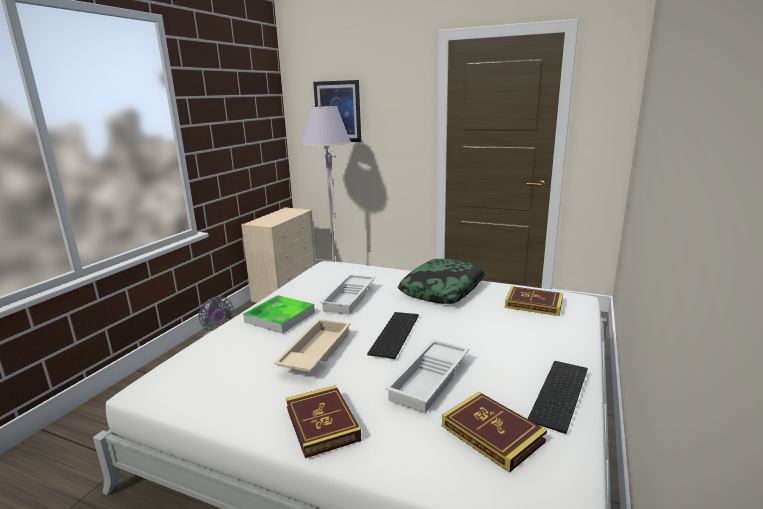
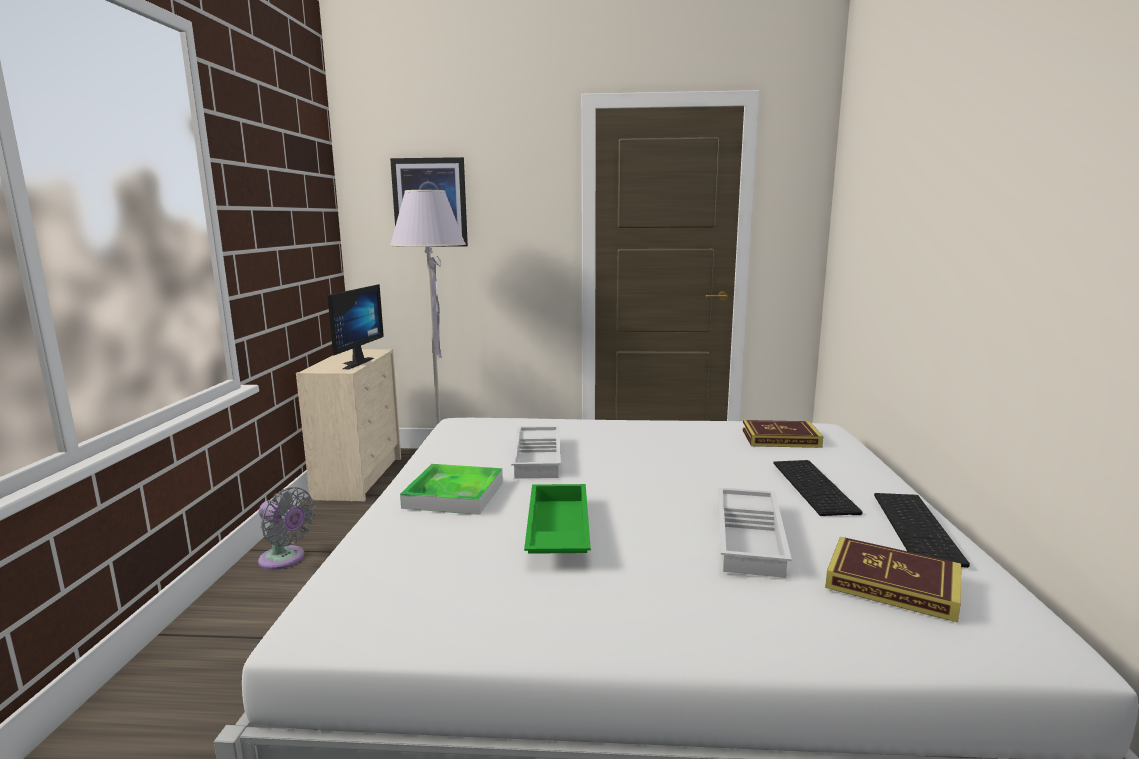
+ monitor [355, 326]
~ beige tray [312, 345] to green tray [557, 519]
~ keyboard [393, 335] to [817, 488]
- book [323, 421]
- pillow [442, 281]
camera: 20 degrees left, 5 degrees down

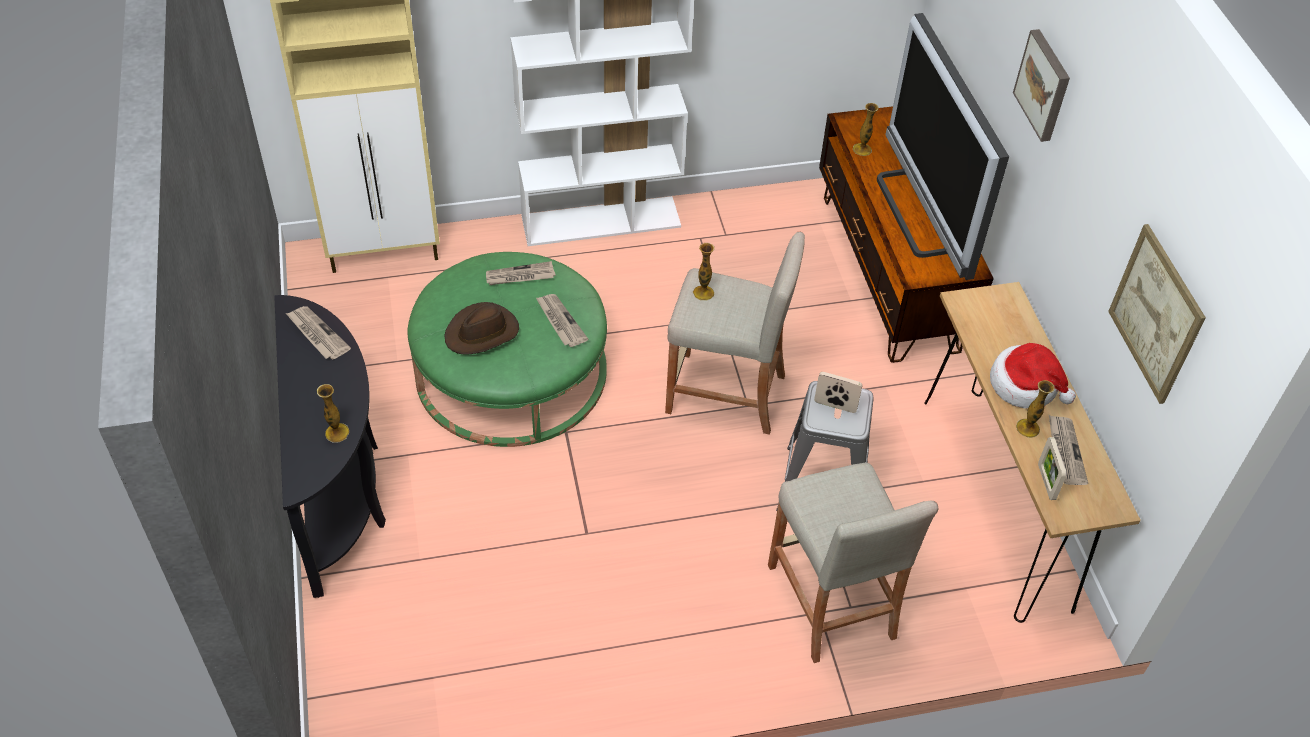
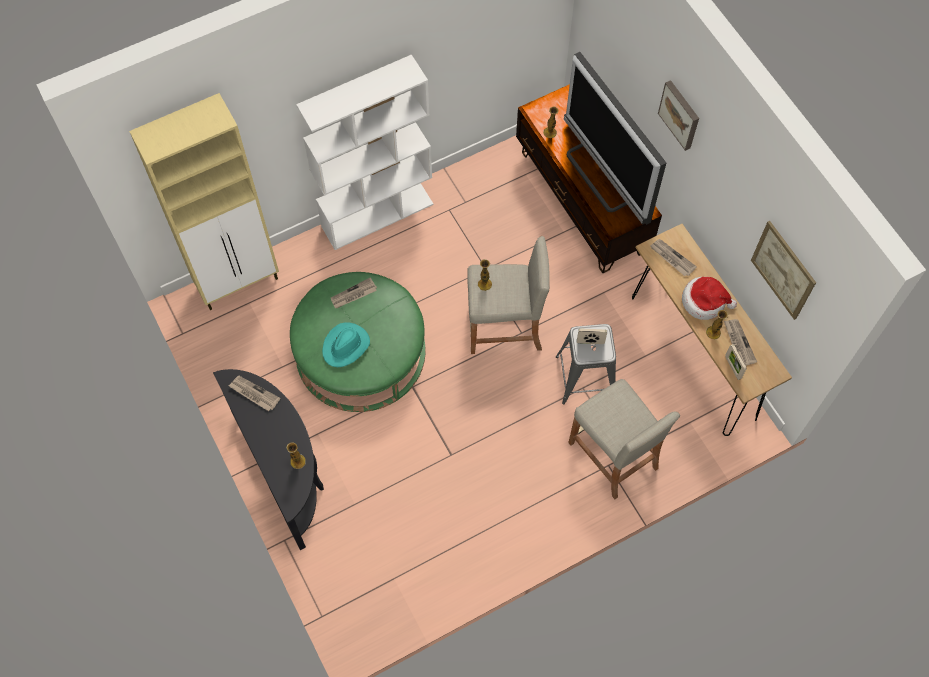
~ brown hat [481, 328] to turquoise hat [346, 344]
~ newspaper [562, 320] to [673, 257]
camera: 15 degrees left, 15 degrees up

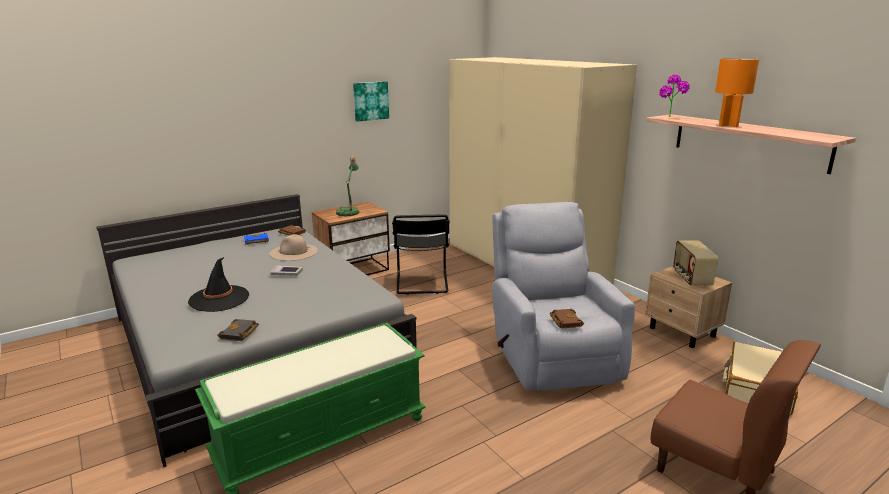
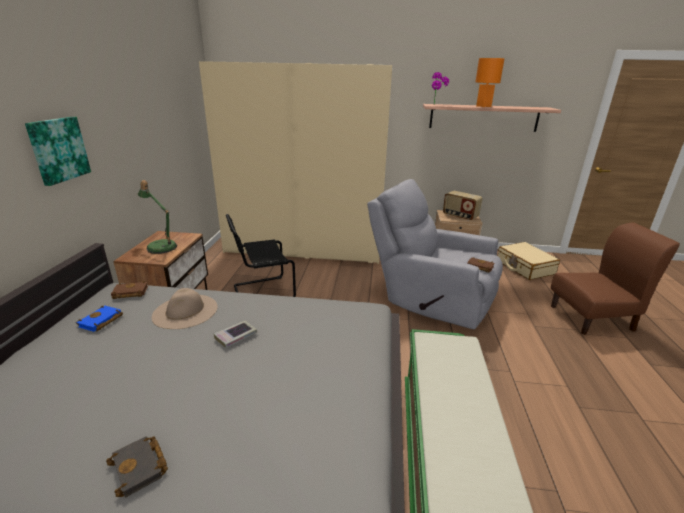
~ picture [371, 101] to [58, 151]
~ black book [238, 330] to [137, 467]
~ black chair [421, 254] = [261, 255] 120 degrees clockwise
- black hat [218, 284]
camera: 50 degrees left, 5 degrees up

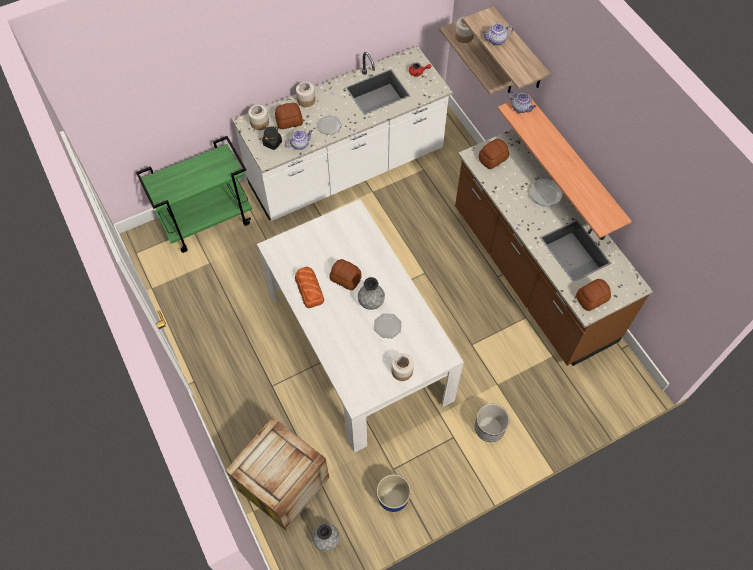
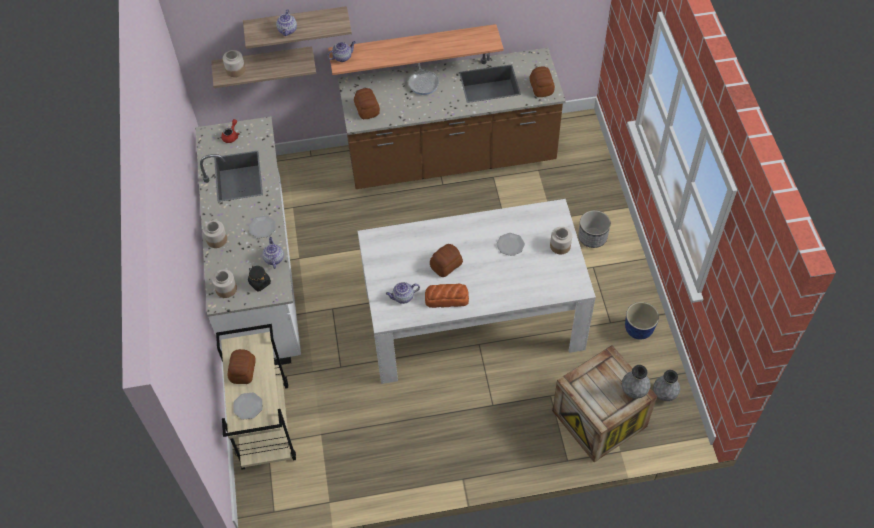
~ green cart [194, 194] to beige cart [256, 396]
~ bread [289, 116] to [241, 366]
+ plate [247, 406]
+ teapot [403, 293]
~ grey vase [371, 293] to [636, 382]
camera: 70 degrees left, 5 degrees down

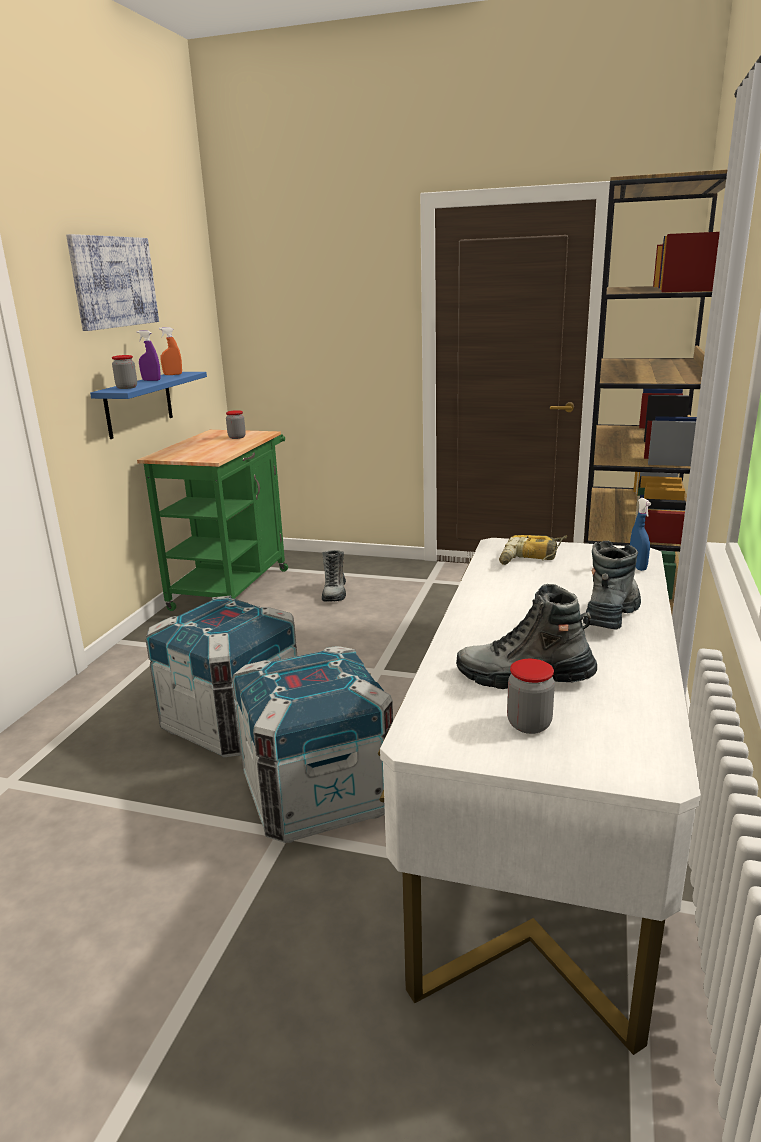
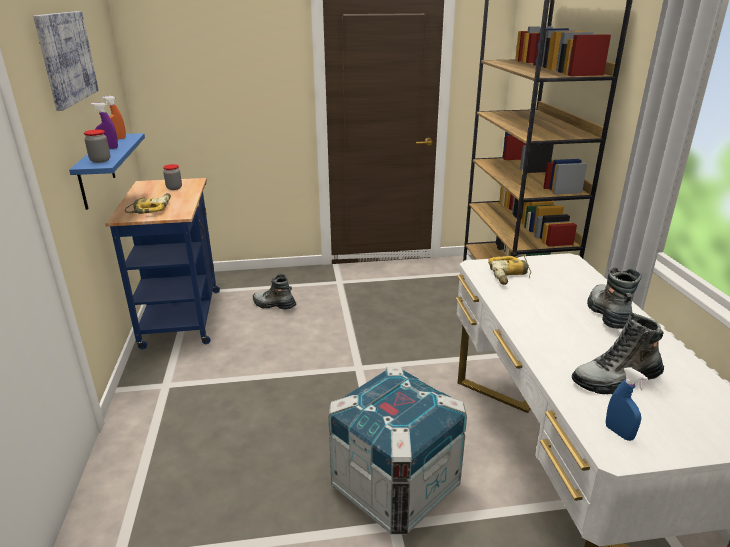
~ green cart [212, 520] to blue cart [162, 264]
+ power drill [148, 203]
~ boot [334, 576] = [274, 292] 135 degrees clockwise
~ blue spray bottle [640, 534] to [627, 404]
- crate [221, 677]
- jar [531, 696]
camera: 25 degrees left, 5 degrees up

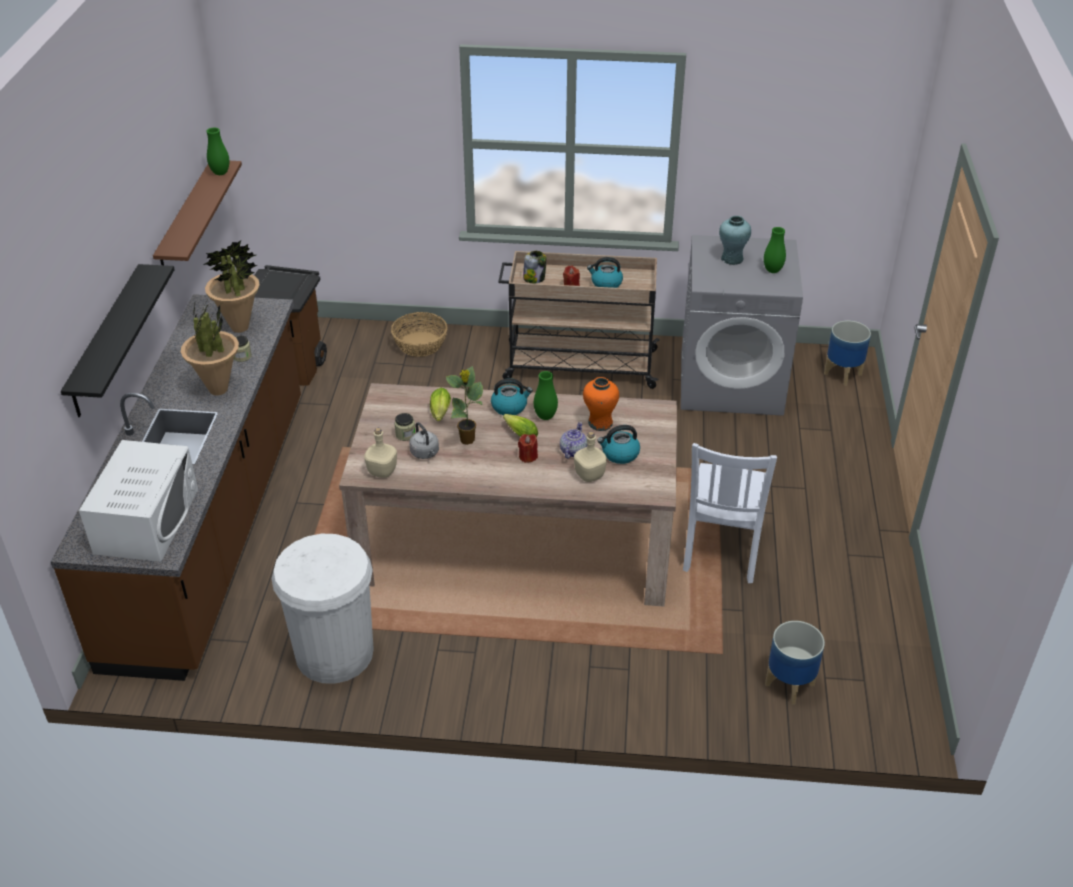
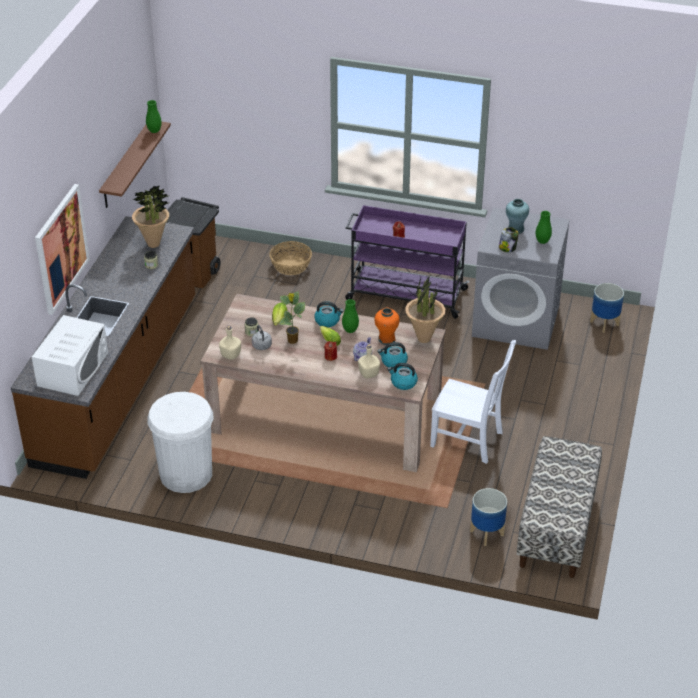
~ black shelf [118, 340] to picture [62, 249]
~ beige cart [579, 320] to purple cart [407, 262]
~ kettle [605, 272] to [402, 376]
~ potted plant [210, 348] to [425, 309]
~ white chair [730, 513] = [473, 402] 90 degrees counterclockwise
~ jar [535, 267] to [509, 239]
+ bench [559, 507]
camera: 10 degrees right, 0 degrees up

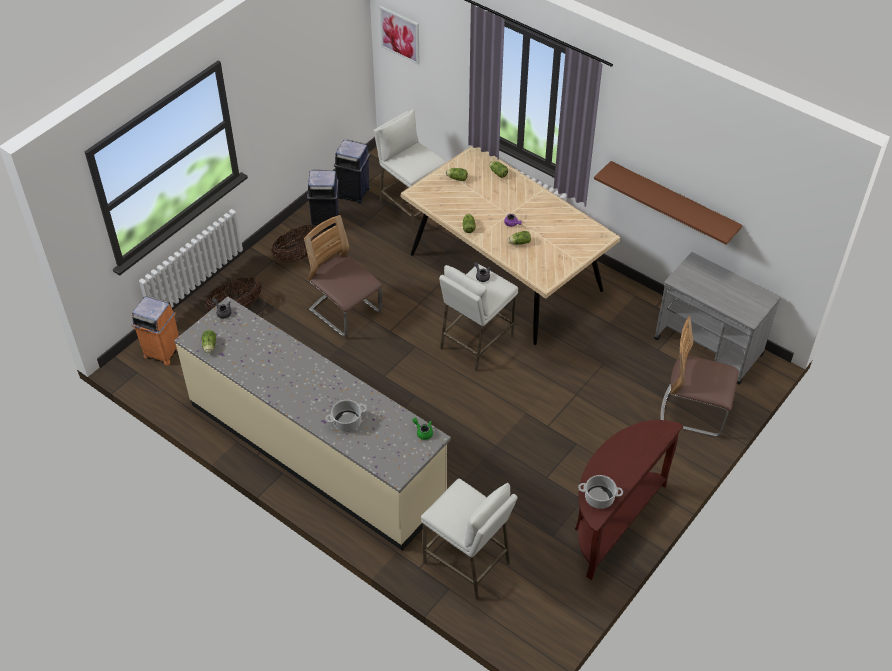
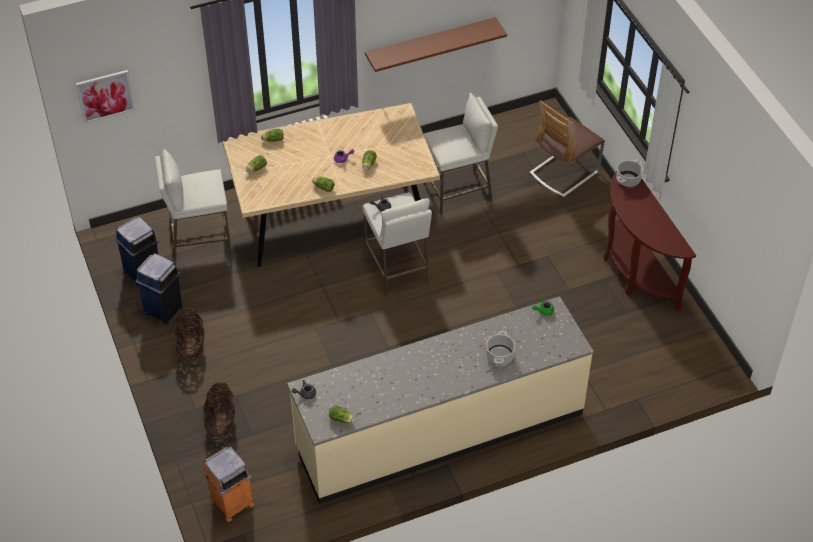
~ white stool [469, 539] to [461, 154]
~ cooking pot [600, 492] to [629, 173]
- chair [343, 276]
- grey cart [717, 318]
camera: 60 degrees left, 0 degrees up

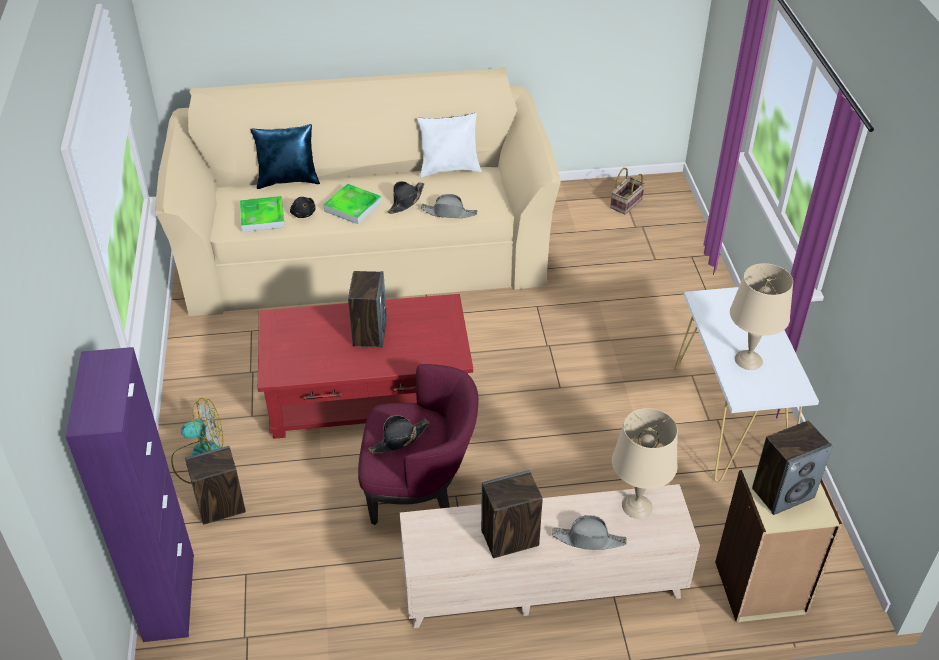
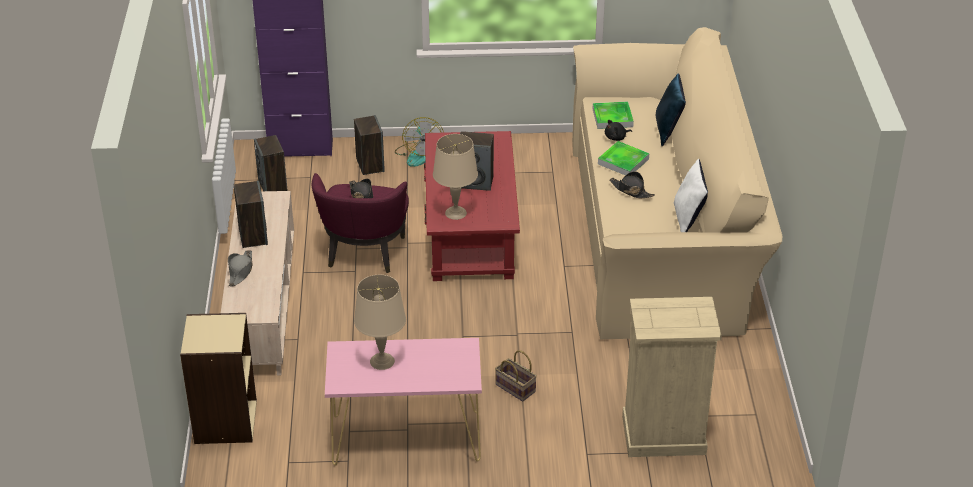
~ speaker [792, 468] to [271, 163]
~ white console table [746, 385] to pink console table [403, 402]
~ beige table lamp [645, 463] to [455, 177]
~ basket [627, 191] to [516, 376]
+ beige dresser [672, 377]
- grey hat [449, 206]
camera: 95 degrees right, 5 degrees down

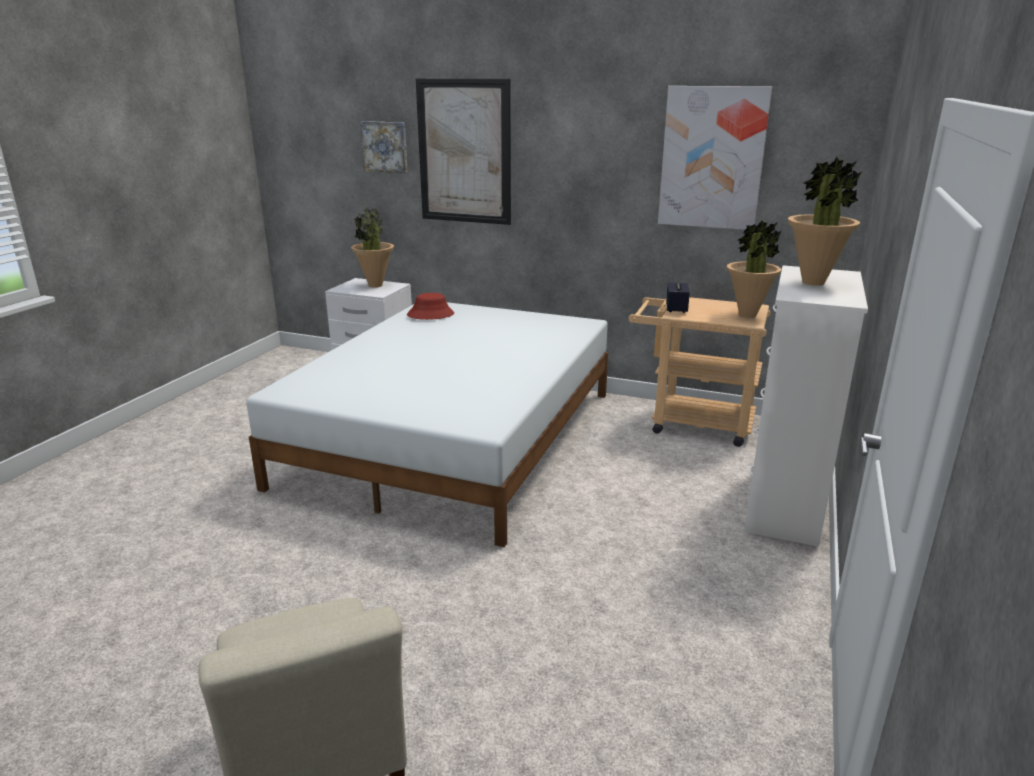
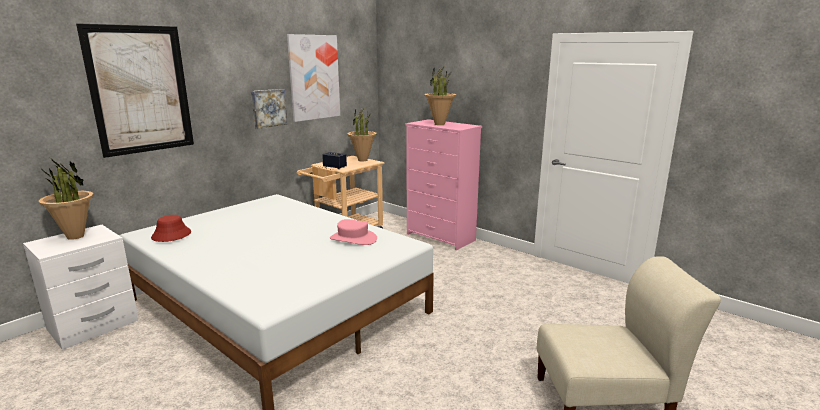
~ picture [384, 147] to [269, 109]
+ pink hat [353, 232]
~ white dresser [806, 406] to pink dresser [443, 184]
camera: 70 degrees left, 5 degrees down

